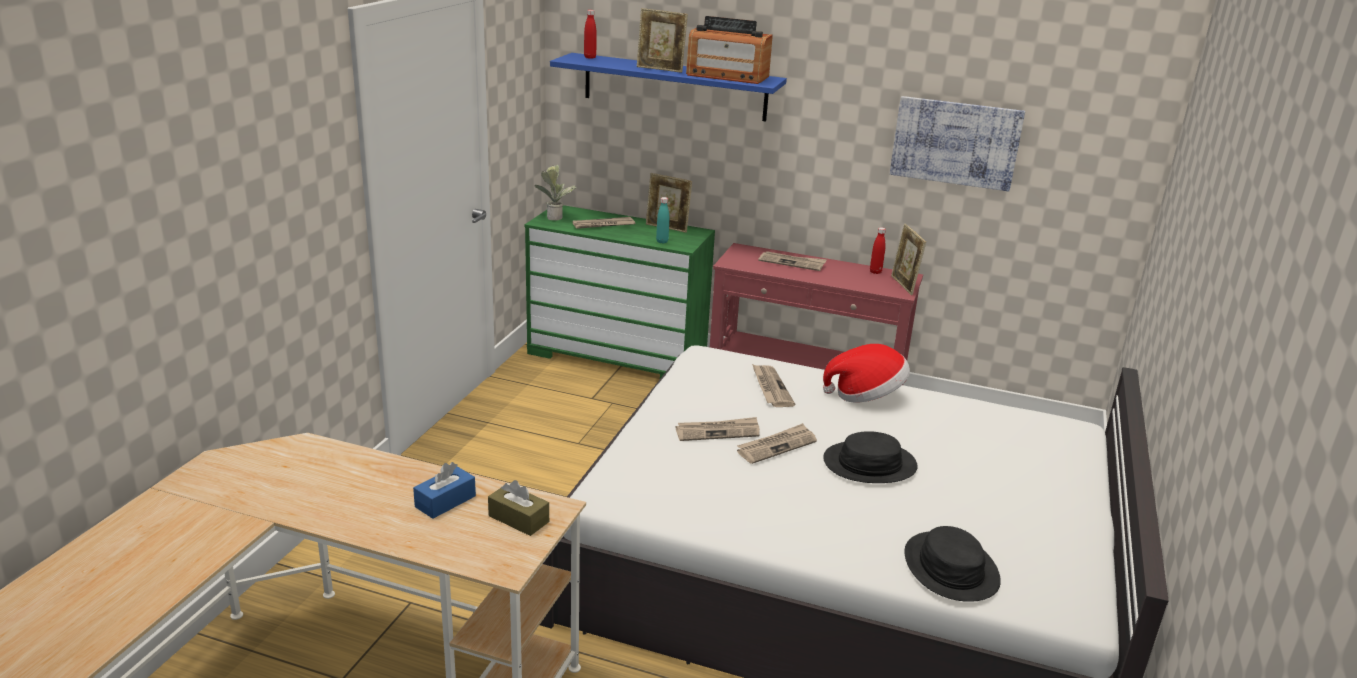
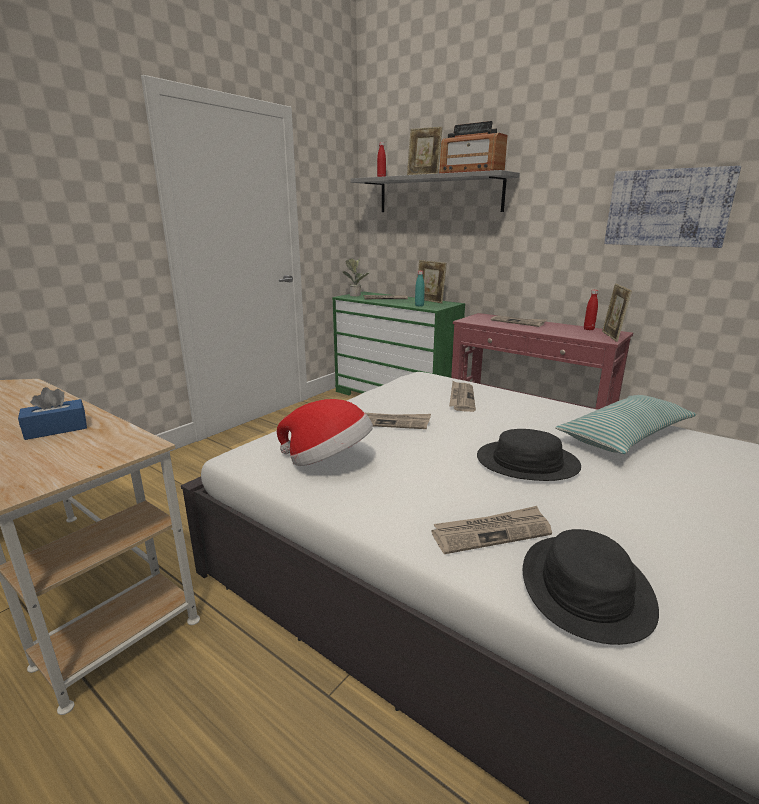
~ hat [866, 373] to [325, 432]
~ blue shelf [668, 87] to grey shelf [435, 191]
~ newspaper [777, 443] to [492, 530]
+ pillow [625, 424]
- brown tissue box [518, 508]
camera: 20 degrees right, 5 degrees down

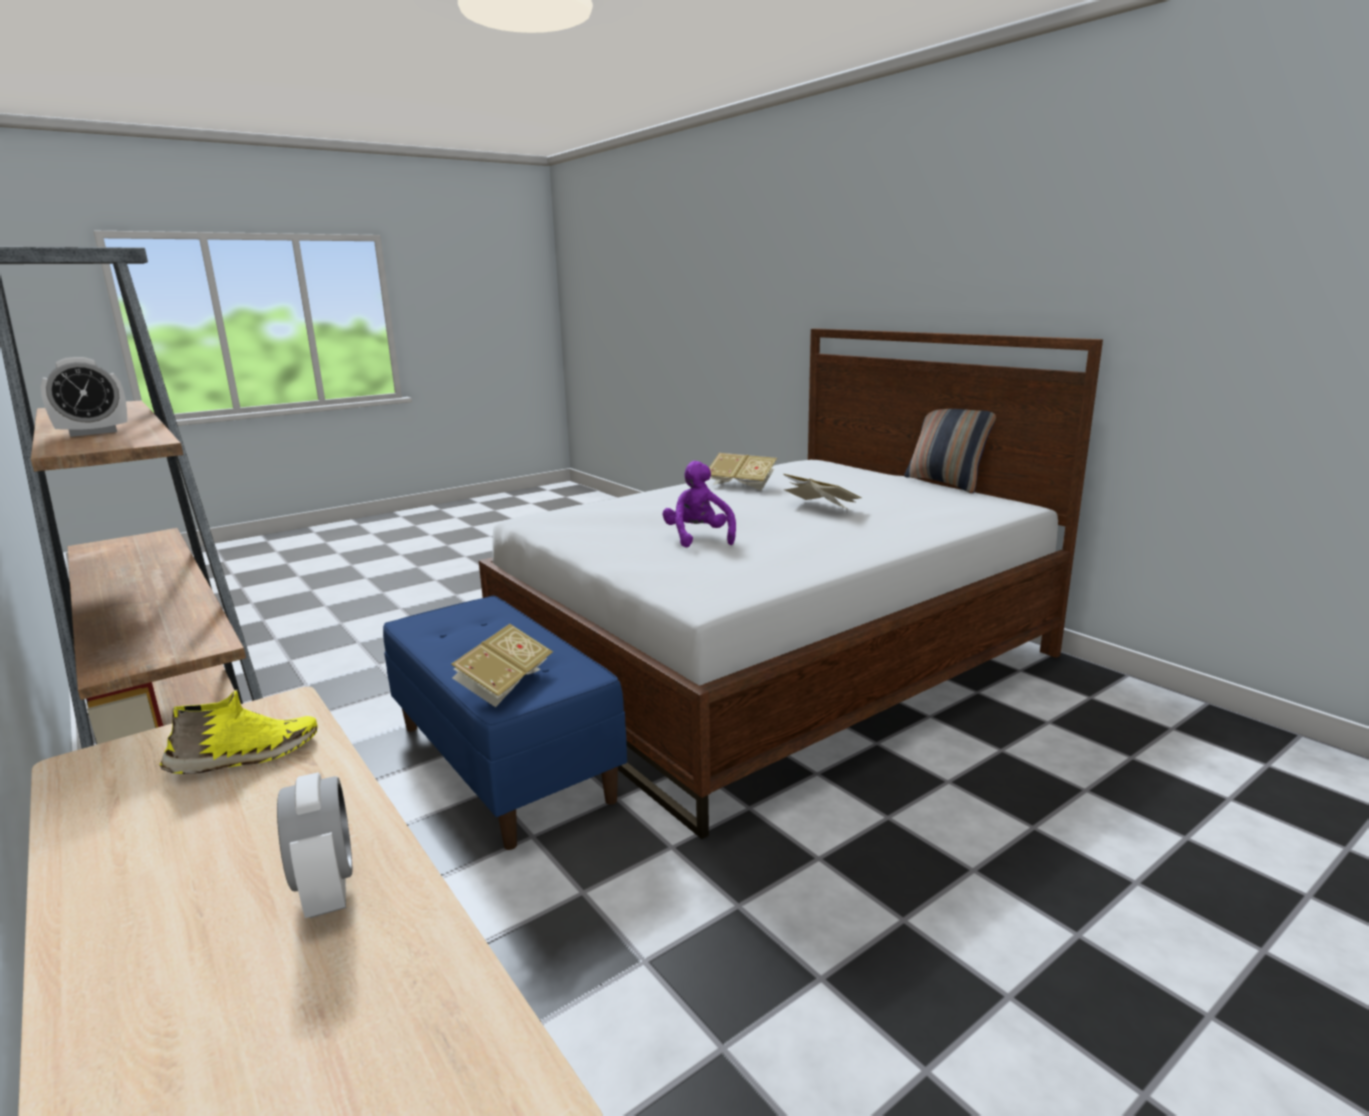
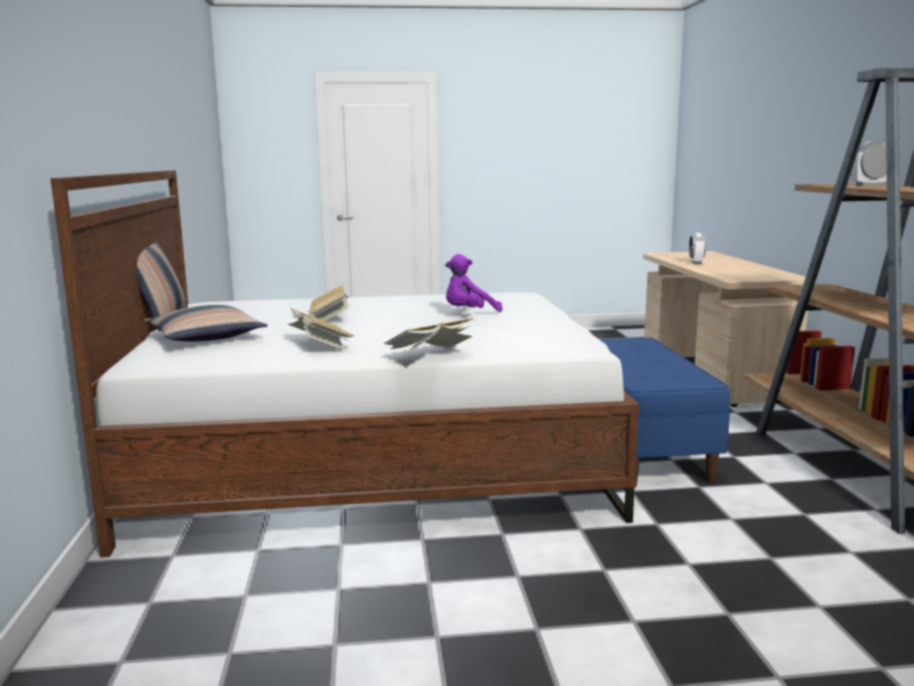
+ pillow [206, 323]
~ book [502, 665] to [429, 338]
~ purple plush toy [699, 504] = [473, 283] 45 degrees clockwise
- yellow shoe [239, 731]
camera: 150 degrees left, 5 degrees down

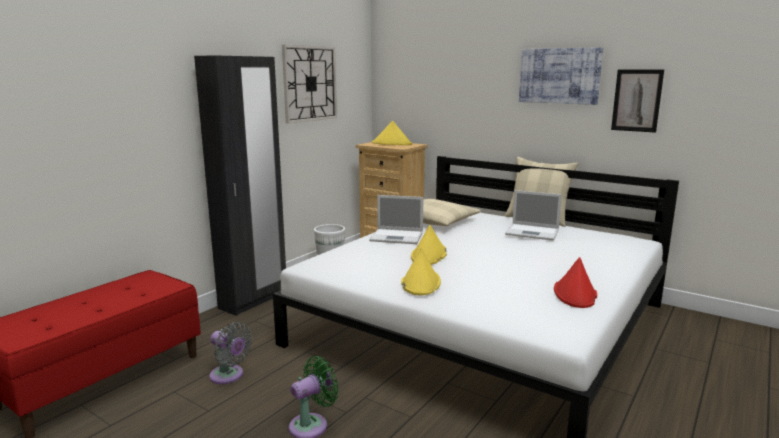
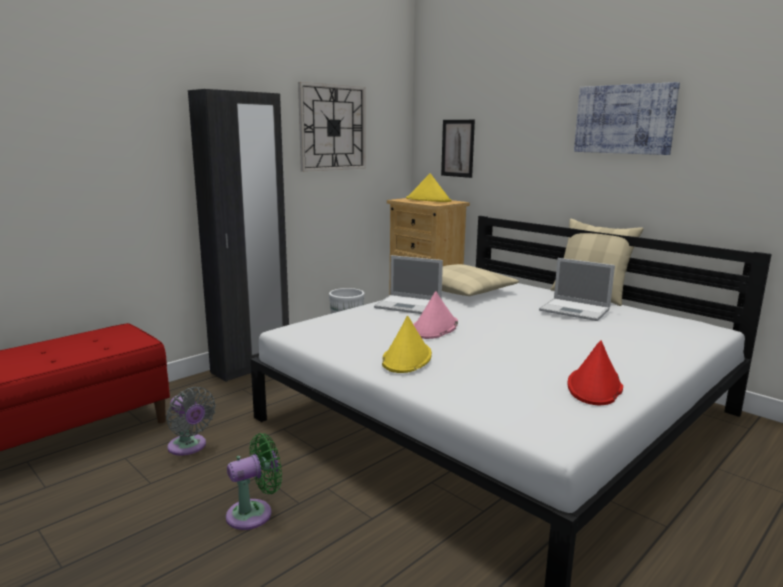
~ yellow hat [429, 245] to pink hat [435, 315]
~ picture [637, 101] to [458, 149]
camera: 10 degrees right, 0 degrees up

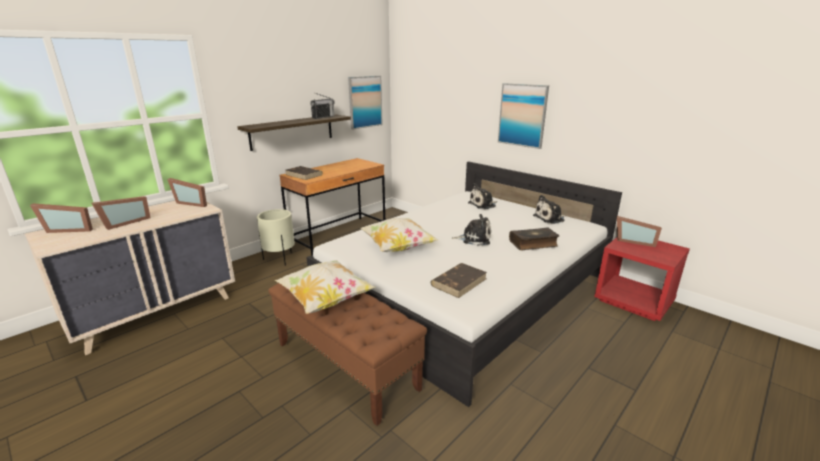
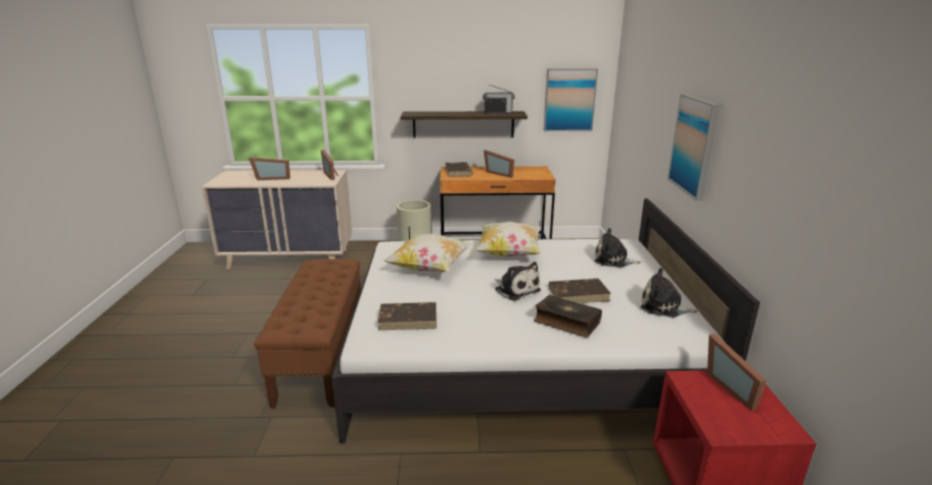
~ pillow [324, 287] to [508, 239]
~ picture frame [61, 218] to [499, 164]
+ brown book [580, 290]
camera: 45 degrees right, 0 degrees up

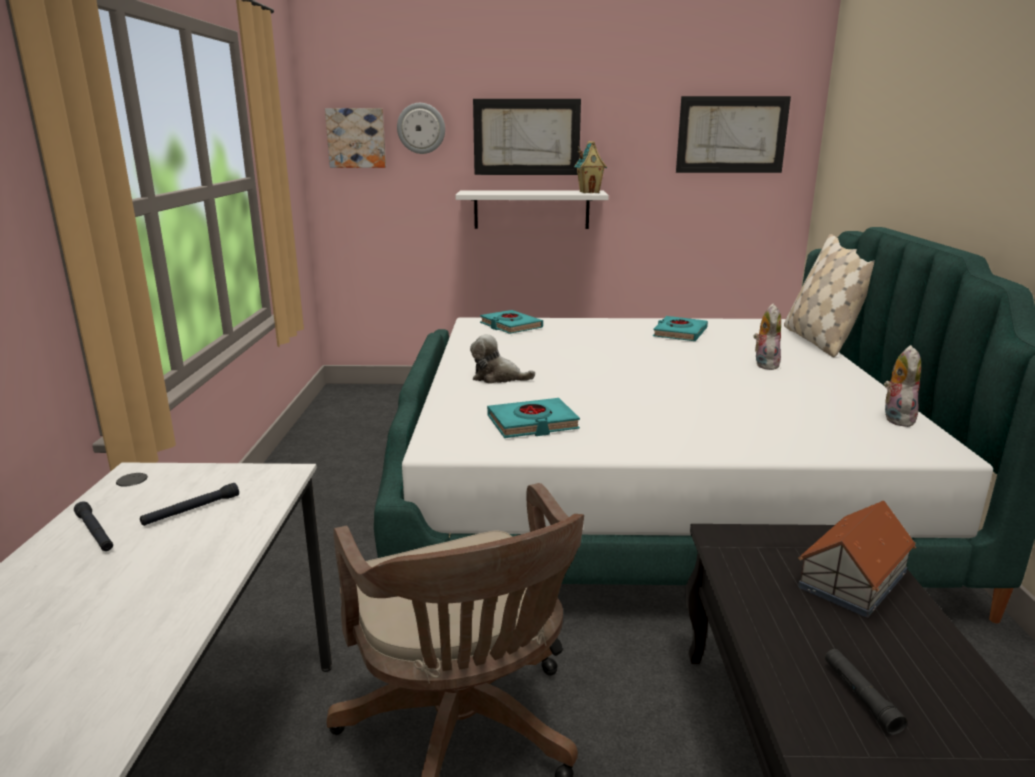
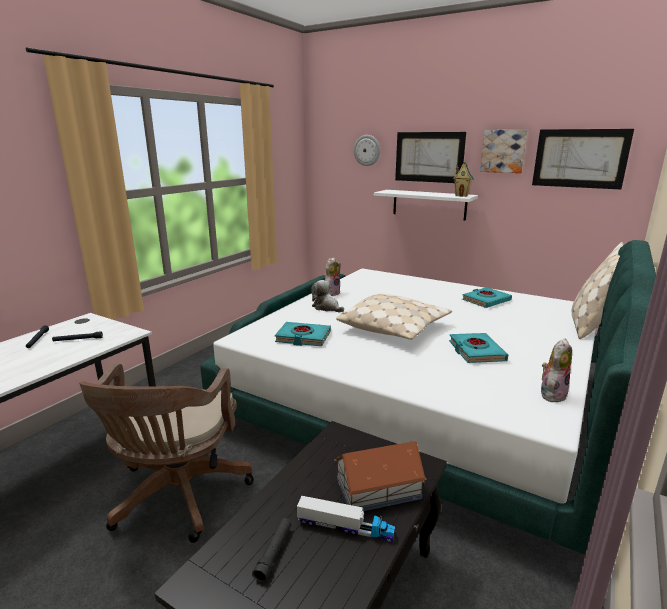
+ toy truck [346, 519]
~ plush toy [767, 337] to [333, 276]
+ beige pillow [394, 317]
~ turquoise book [511, 322] to [478, 348]
~ picture [355, 138] to [504, 151]
camera: 30 degrees right, 0 degrees up

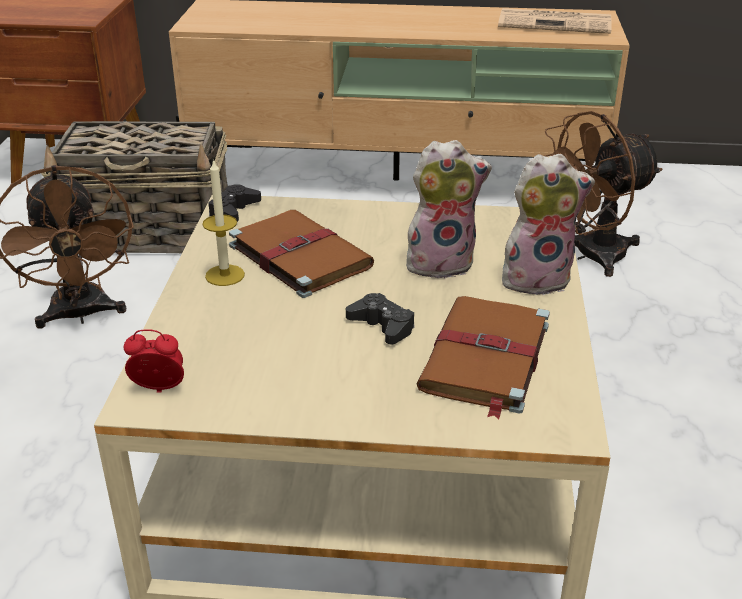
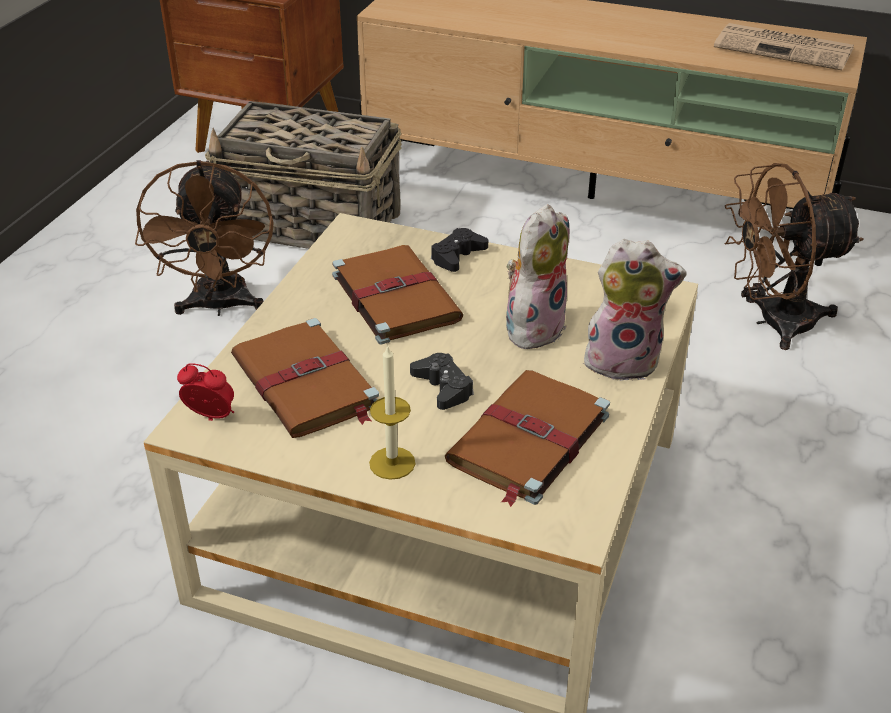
+ brown book [305, 378]
~ candle [223, 222] to [392, 412]
~ black game controller [234, 203] to [459, 250]
~ plush toy [449, 210] = [538, 276] 60 degrees counterclockwise
camera: 15 degrees right, 5 degrees up

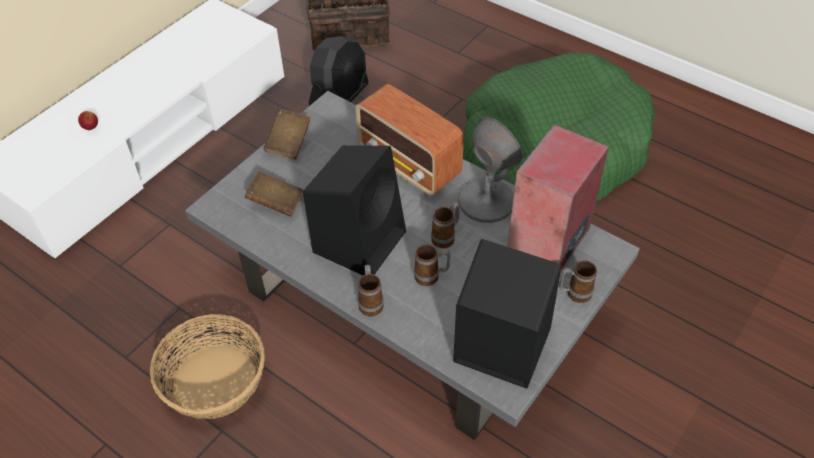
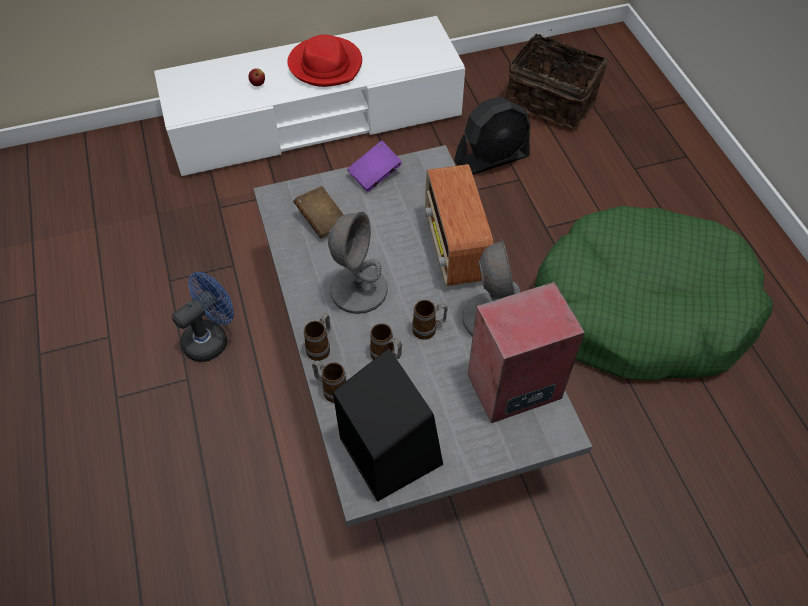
~ basket [207, 366] to blue fan [203, 317]
+ red hat [324, 61]
~ mug [578, 281] to [329, 381]
~ black speaker [354, 210] to grey table lamp [358, 263]
~ brown book [287, 134] to purple book [374, 166]
camera: 35 degrees right, 5 degrees up

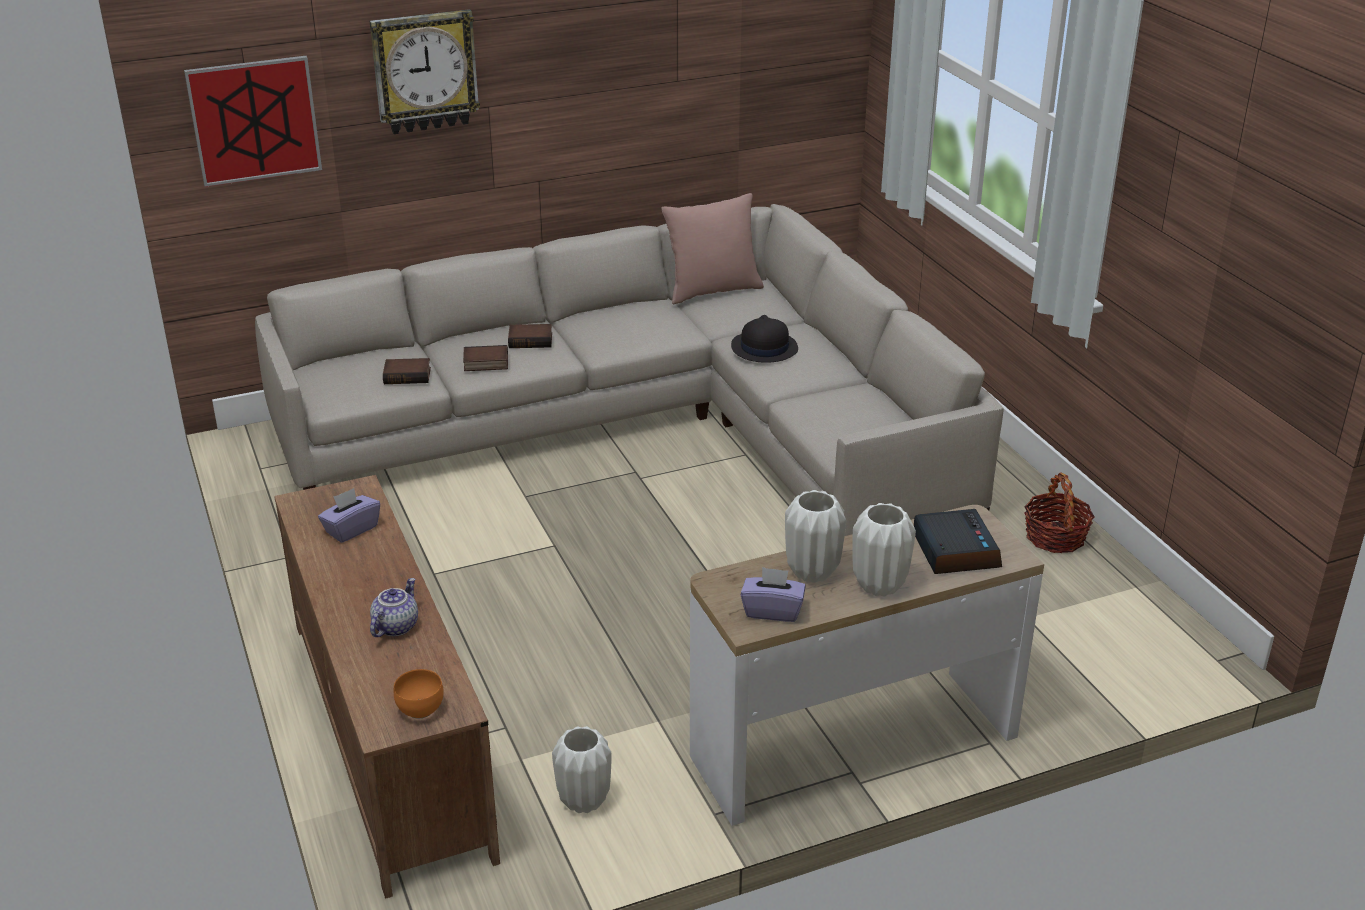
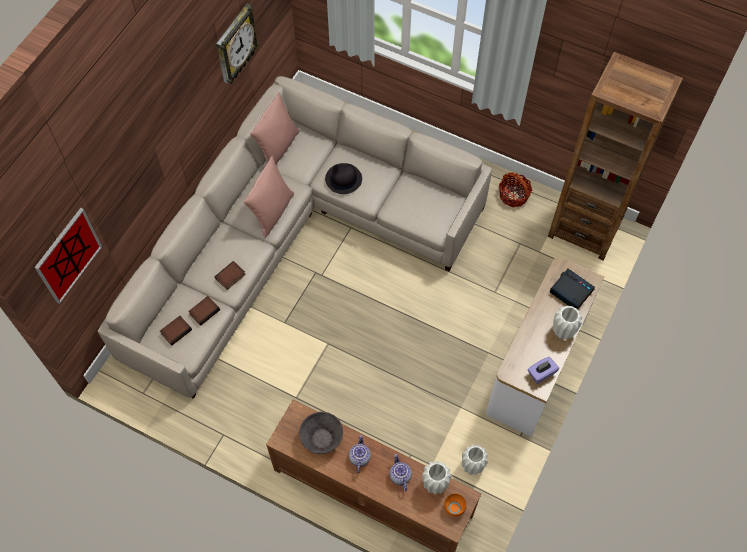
~ book [530, 336] to [176, 331]
~ wall clock [425, 71] to [237, 44]
+ pink pillow [269, 197]
~ purple tissue box [349, 515] to grey bowl [321, 433]
+ teapot [360, 454]
~ white vase [815, 536] to [437, 478]
+ brown bookcase [615, 156]
camera: 40 degrees left, 30 degrees up

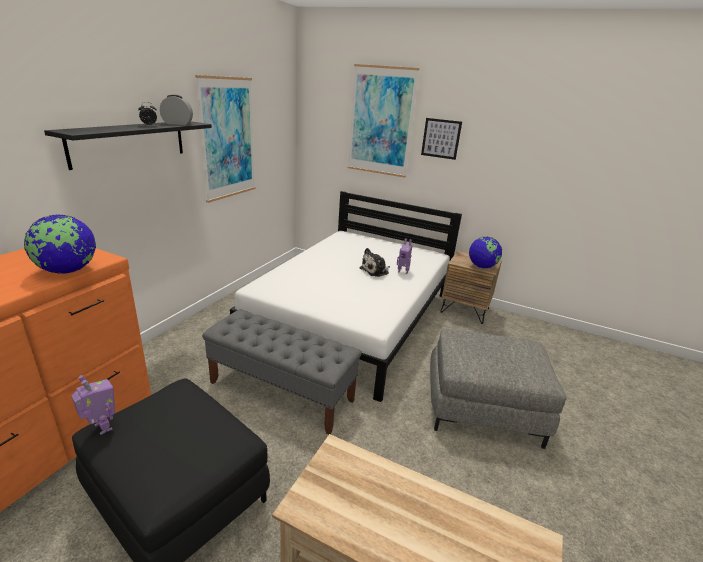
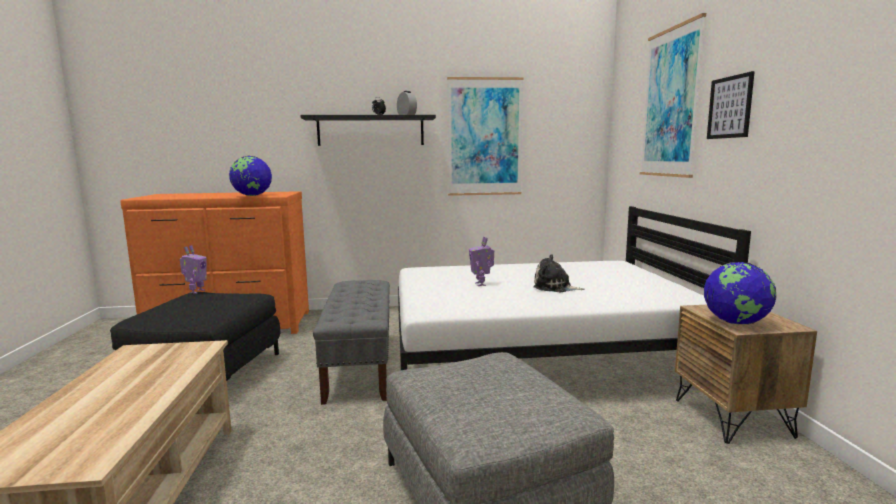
~ toy robot [404, 256] to [481, 261]
camera: 60 degrees right, 15 degrees down

